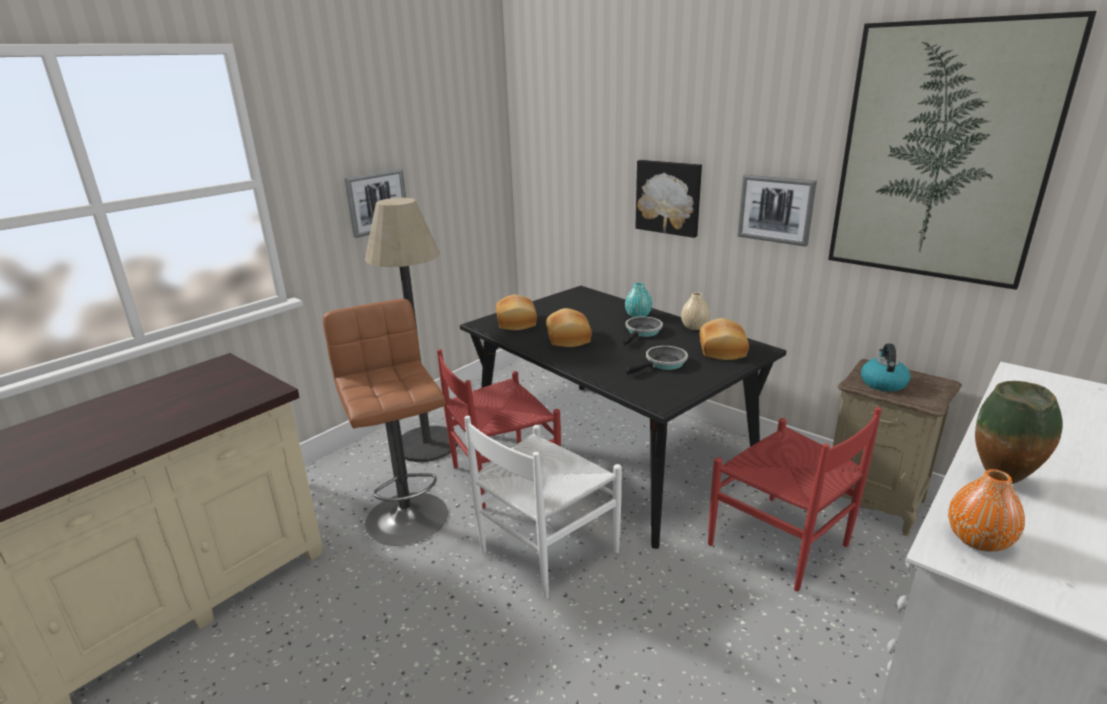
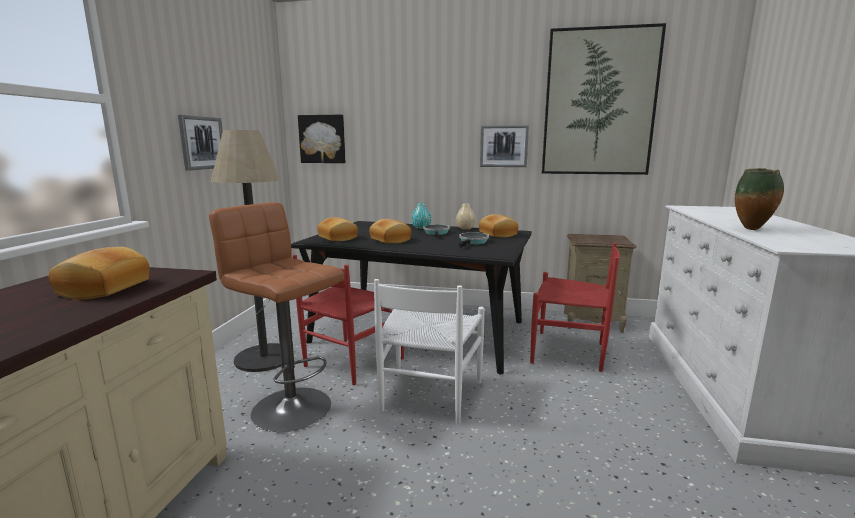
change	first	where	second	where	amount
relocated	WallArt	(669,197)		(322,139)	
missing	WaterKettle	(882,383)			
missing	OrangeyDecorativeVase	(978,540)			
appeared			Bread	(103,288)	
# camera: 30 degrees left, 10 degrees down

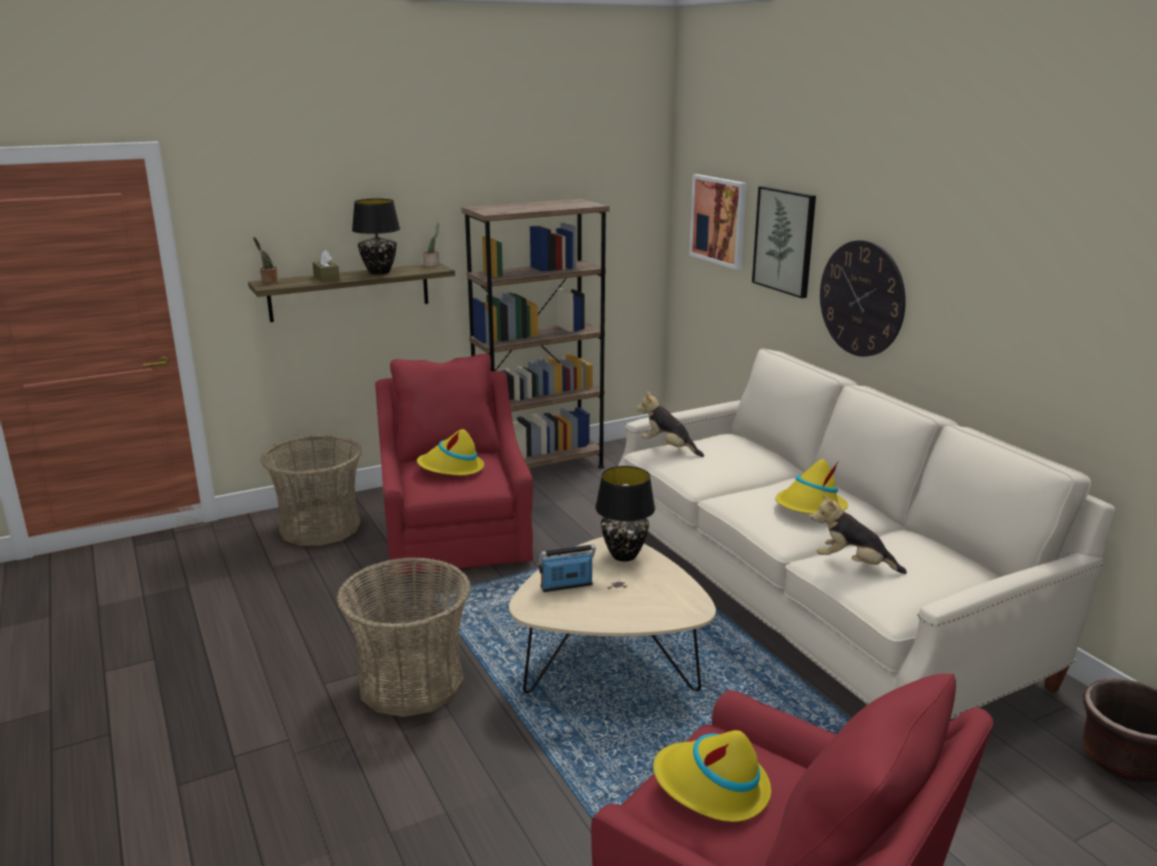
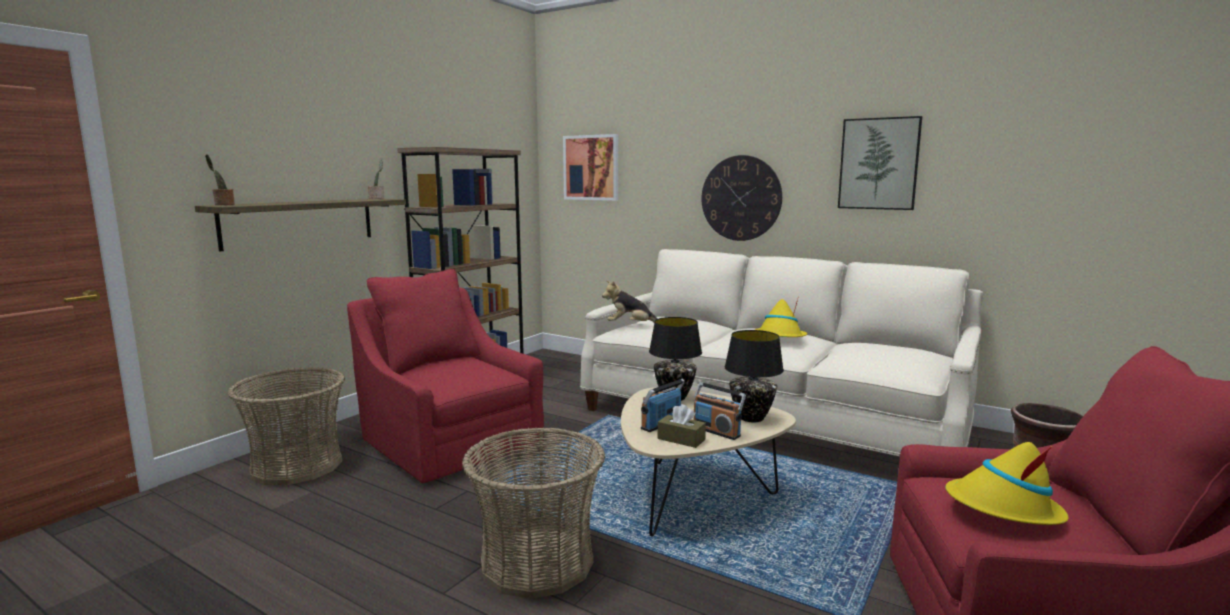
change	first	where	second	where	amount
relocated	WallArt	(785,241)		(878,164)	
relocated	BlackTabletopLamp	(379,272)		(751,418)	
relocated	BrownTissueHolder	(326,278)		(681,439)	
missing	YellowWearableHat	(451,468)			
missing	SoftToy	(853,564)			
appeared			Radio	(716,431)	
# camera: 30 degrees left, 10 degrees down

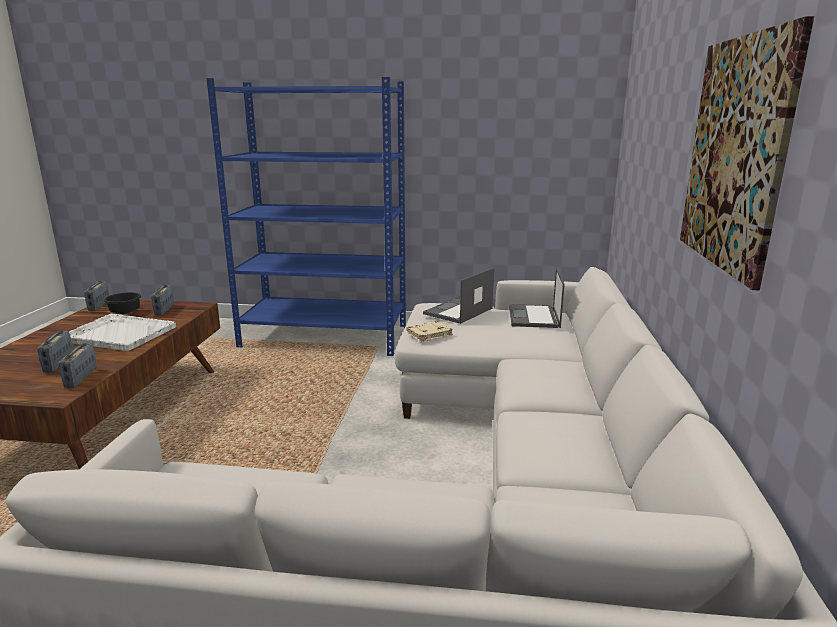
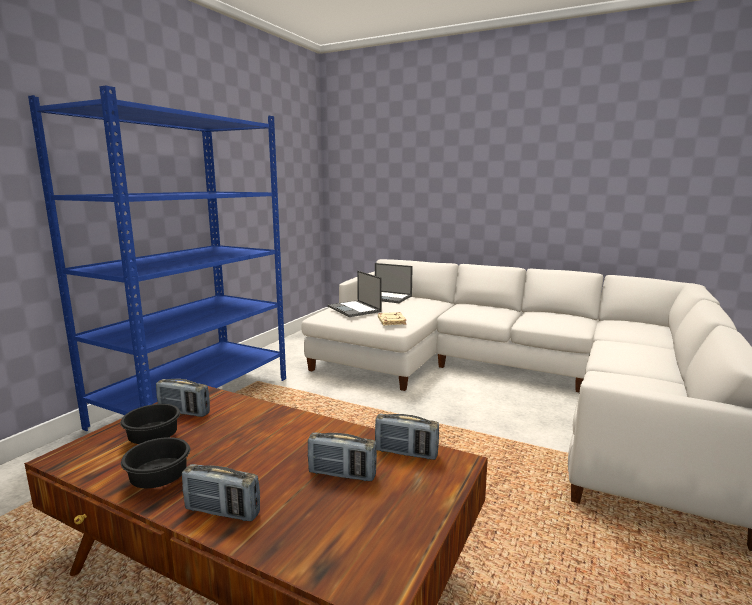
change	first	where	second	where	amount
missing	WallArt	(736,154)			
relocated	Radio	(99,306)		(222,512)	
missing	WhiteColouredCarryingTray	(119,334)			
appeared			BlackServingBowl	(158,479)	
# camera: 70 degrees left, 5 degrees down

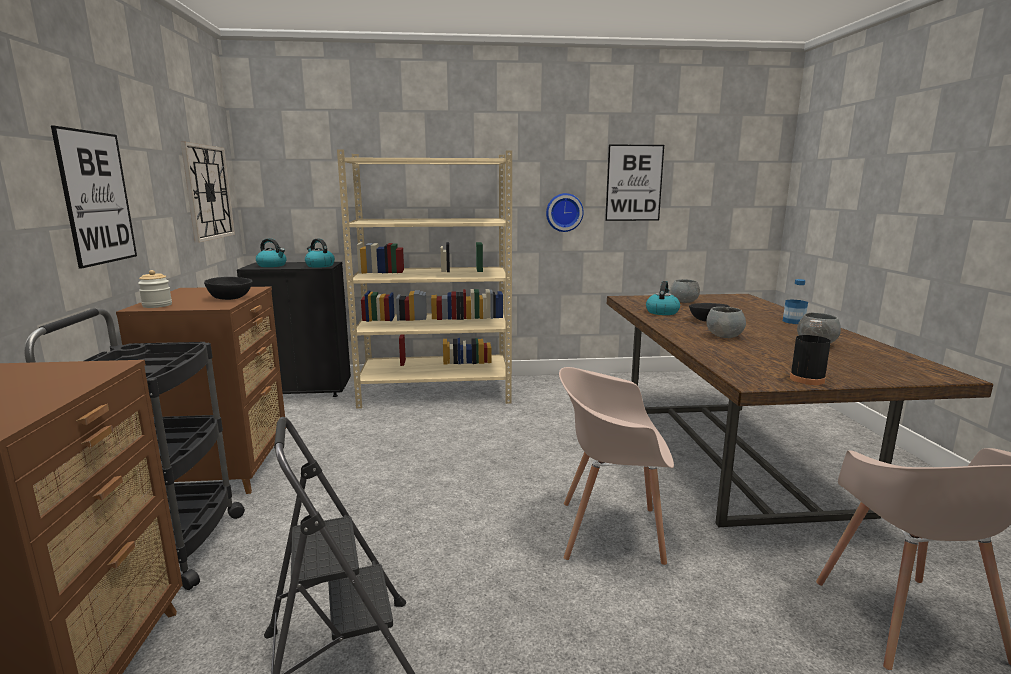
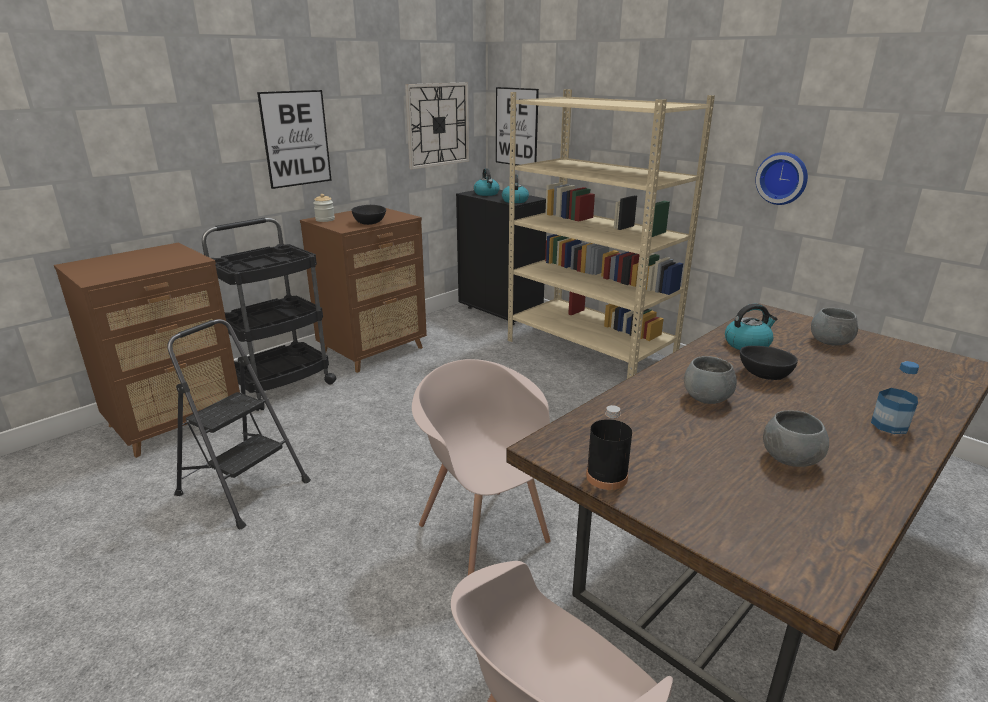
change	first	where	second	where	amount
relocated	WallArt	(634,183)		(516,127)	
# camera: 50 degrees right, 10 degrees up

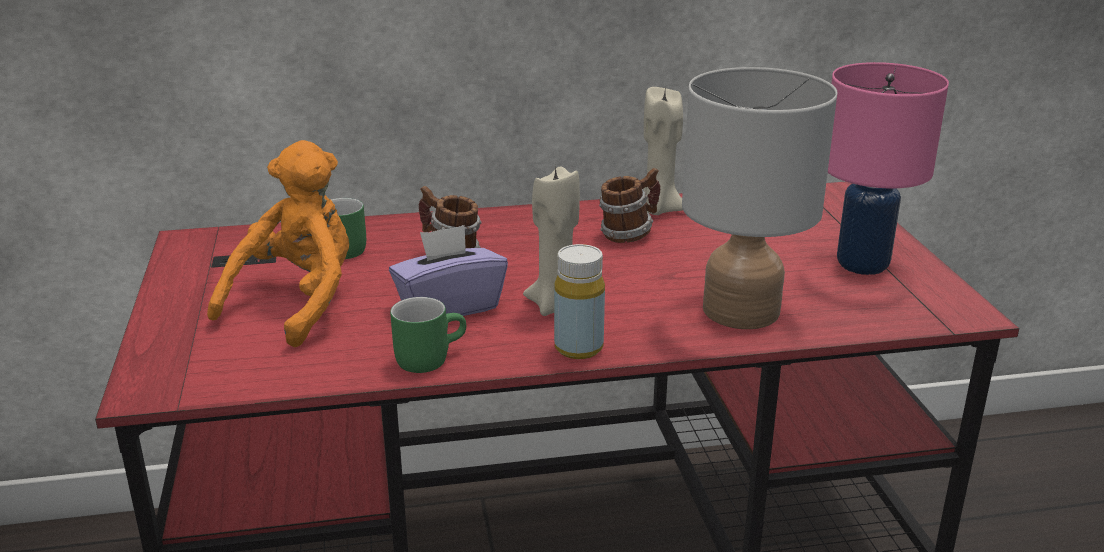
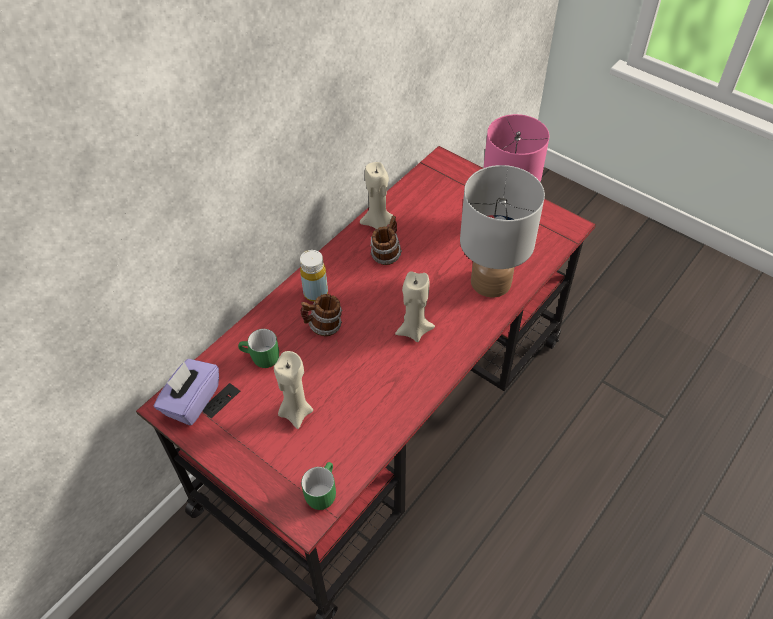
change	first	where	second	where	amount
exchanged	OrangeySoftToy	(298,303)	BeigeWaxLight	(296,412)	
relocated	PurpleTissueHolder	(449,306)		(191,401)	
relocated	YellowDrinkBottle	(578,348)		(315,293)	
relocated	GreenTeaMug	(428,357)		(320,491)	
# camera: 40 degrees left, 25 degrees up

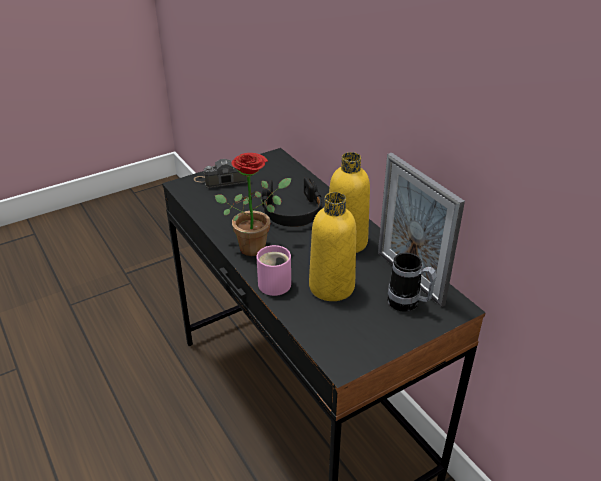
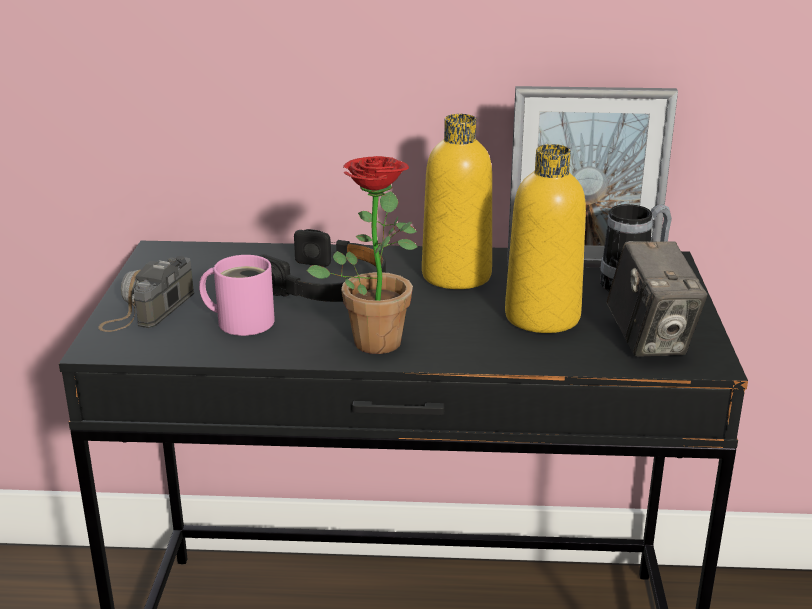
change	first	where	second	where	amount
relocated	PinkTeaMug	(274,282)		(242,321)	
appeared			StillCamera	(649,340)	
# camera: 55 degrees left, 10 degrees down

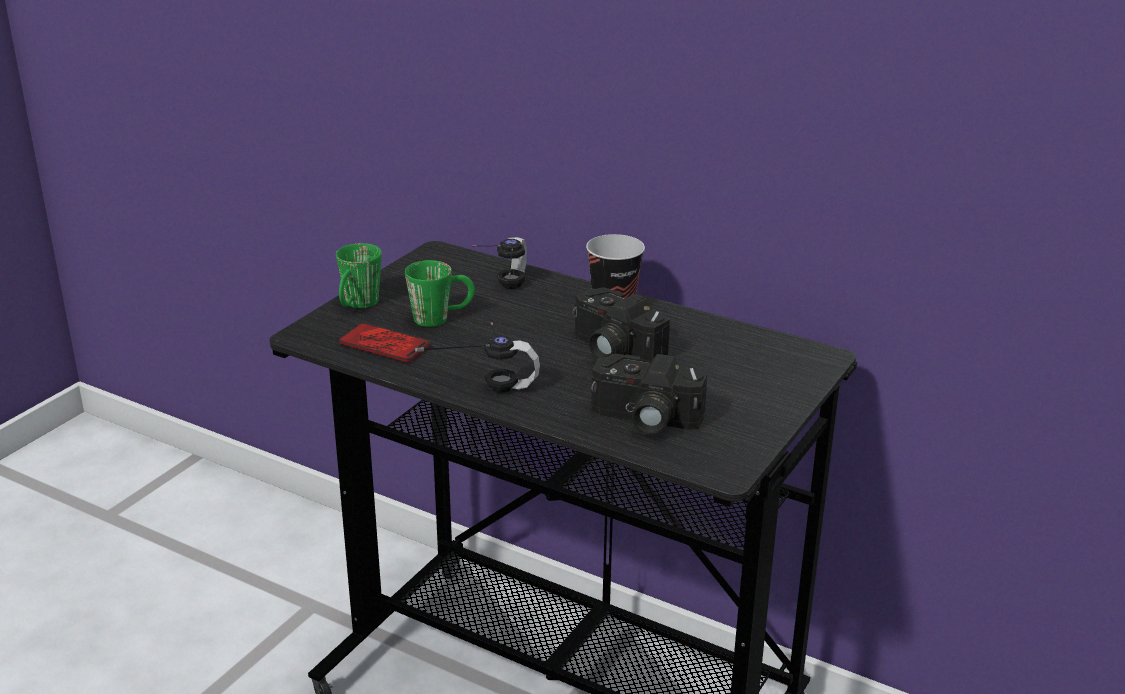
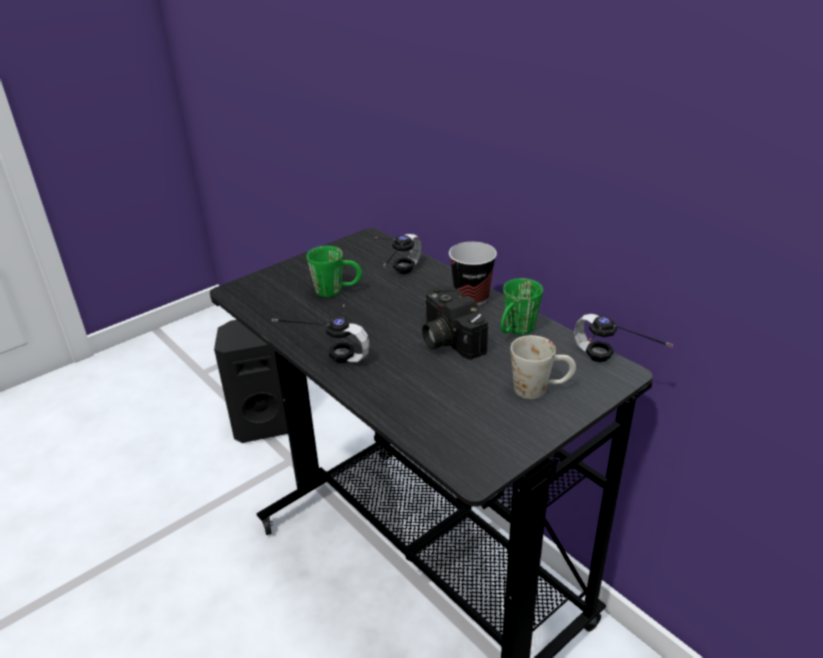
change	first	where	second	where	amount
relocated	GreenTeaMug	(357,306)		(516,332)	
missing	Phone	(384,344)			
missing	StillCamera	(644,420)			
appeared			PairOfHeadphones	(607,368)	
appeared			BlackSpeaker	(264,423)	
appeared			WhiteColouredTeaMug	(540,389)	
# camera: 20 degrees right, 5 degrees up

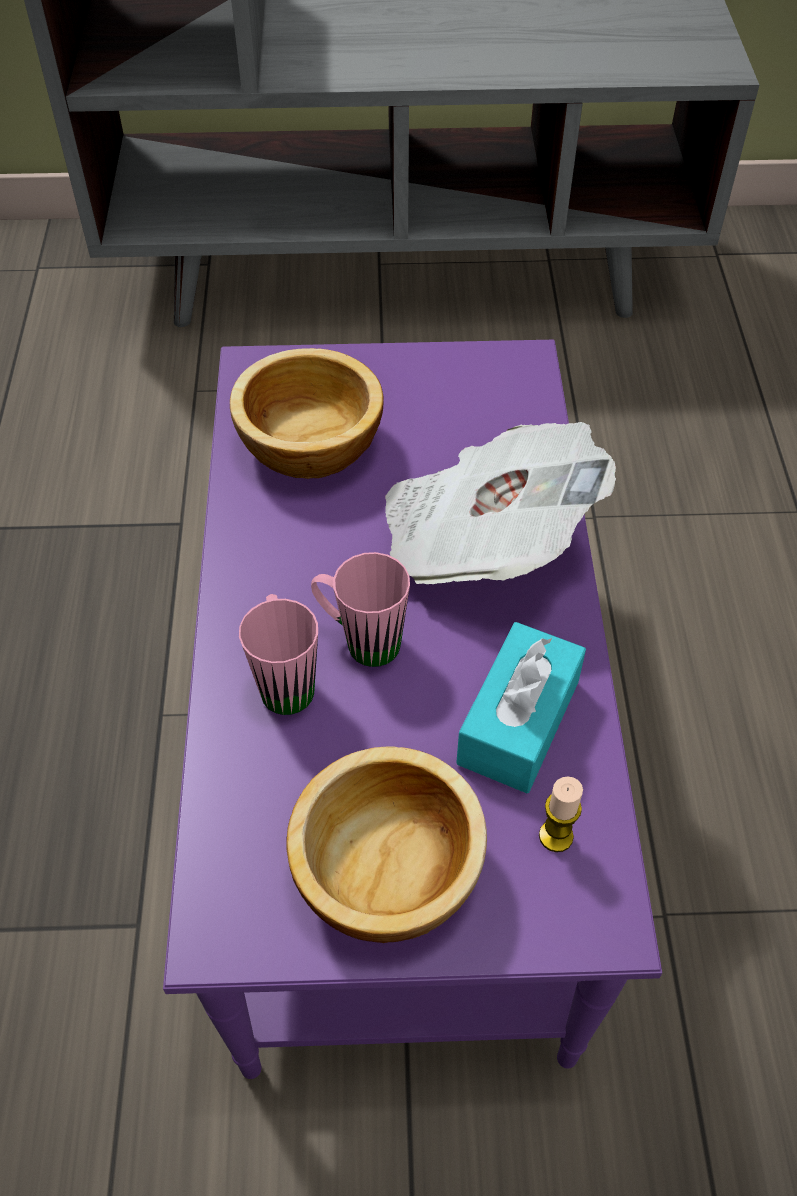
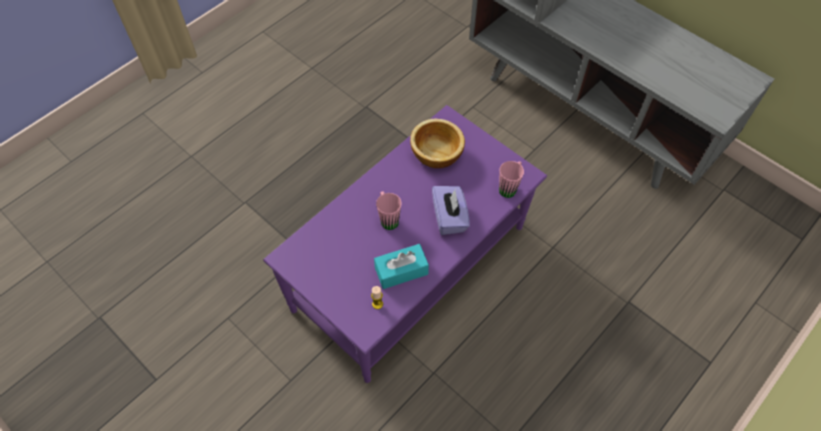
change	first	where	second	where	amount
exchanged	PrintedPaper	(482,540)	PurpleTissueHolder	(449,218)	
relocated	PinkTeaMug	(285,679)		(509,187)	
missing	ServingBowl	(387,866)			
# camera: 45 degrees right, 5 degrees up

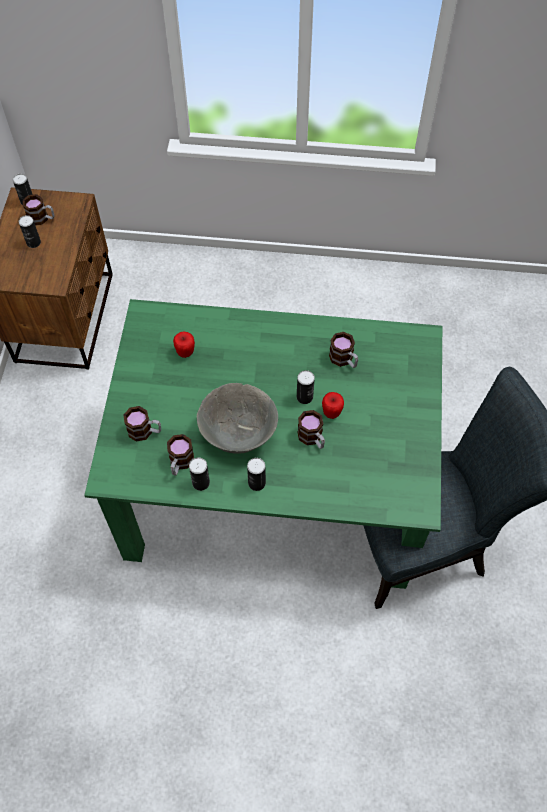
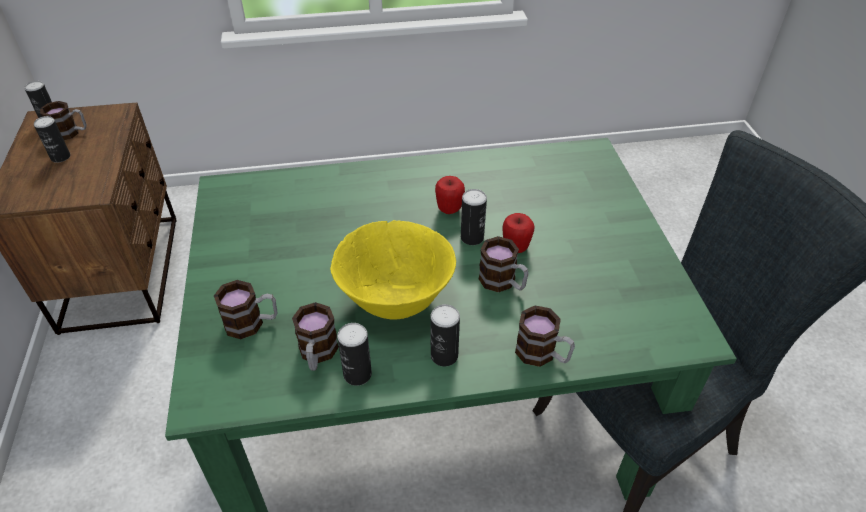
change	first	where	second	where	amount
relocated	WholeApple	(185,352)		(449,209)	
relocated	TeaMug	(344,360)		(542,354)	
colour	GreyServingBowl	(238,435)	YellowServingBowl	(395,299)	
# camera: 15 degrees left, 15 degrees down

